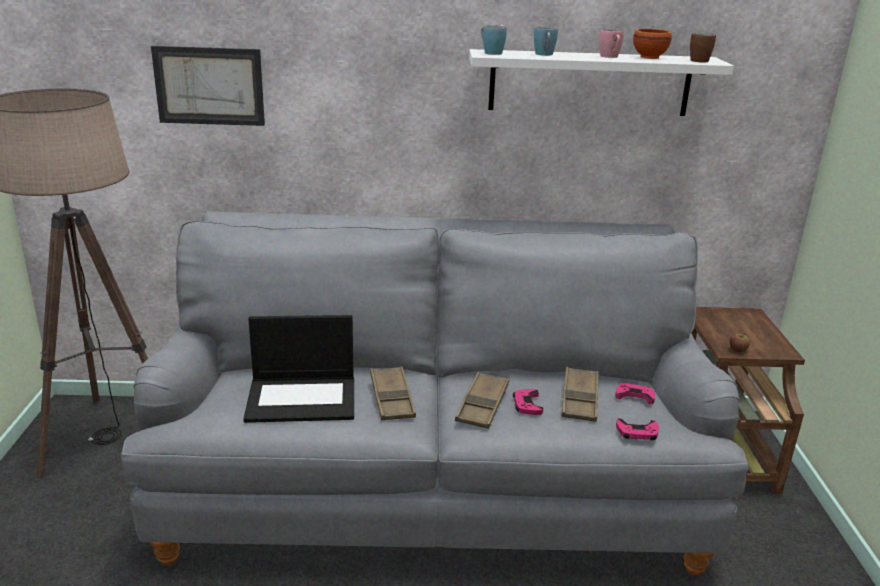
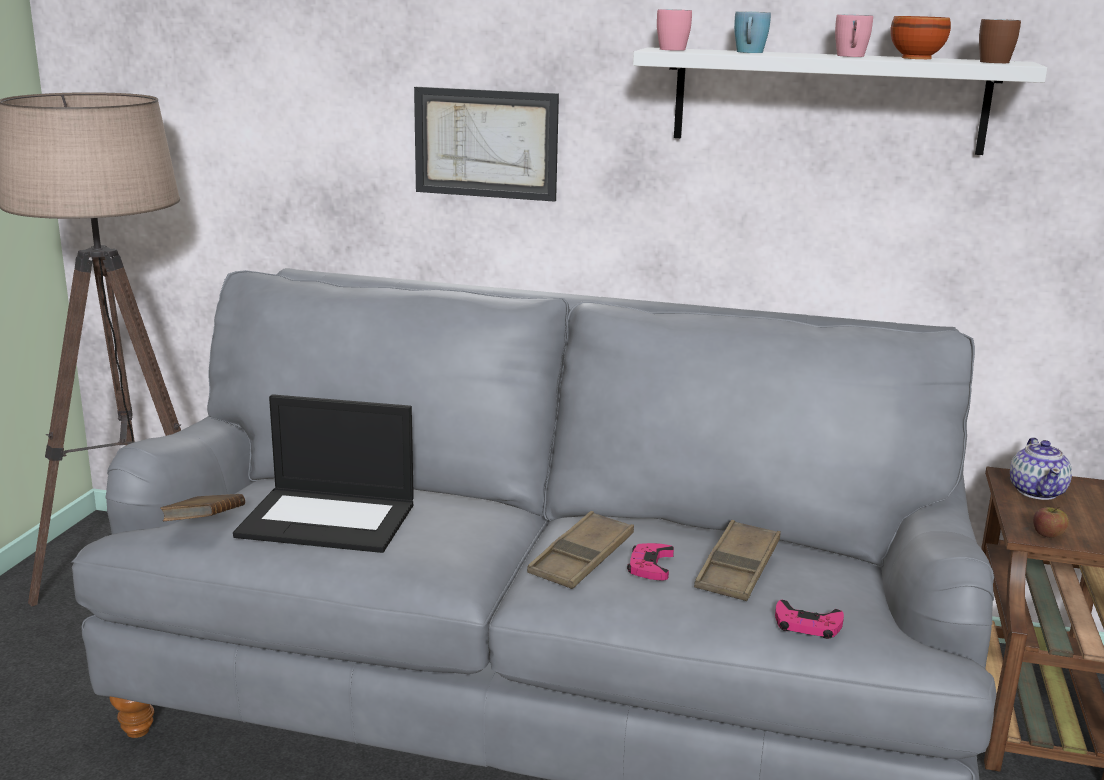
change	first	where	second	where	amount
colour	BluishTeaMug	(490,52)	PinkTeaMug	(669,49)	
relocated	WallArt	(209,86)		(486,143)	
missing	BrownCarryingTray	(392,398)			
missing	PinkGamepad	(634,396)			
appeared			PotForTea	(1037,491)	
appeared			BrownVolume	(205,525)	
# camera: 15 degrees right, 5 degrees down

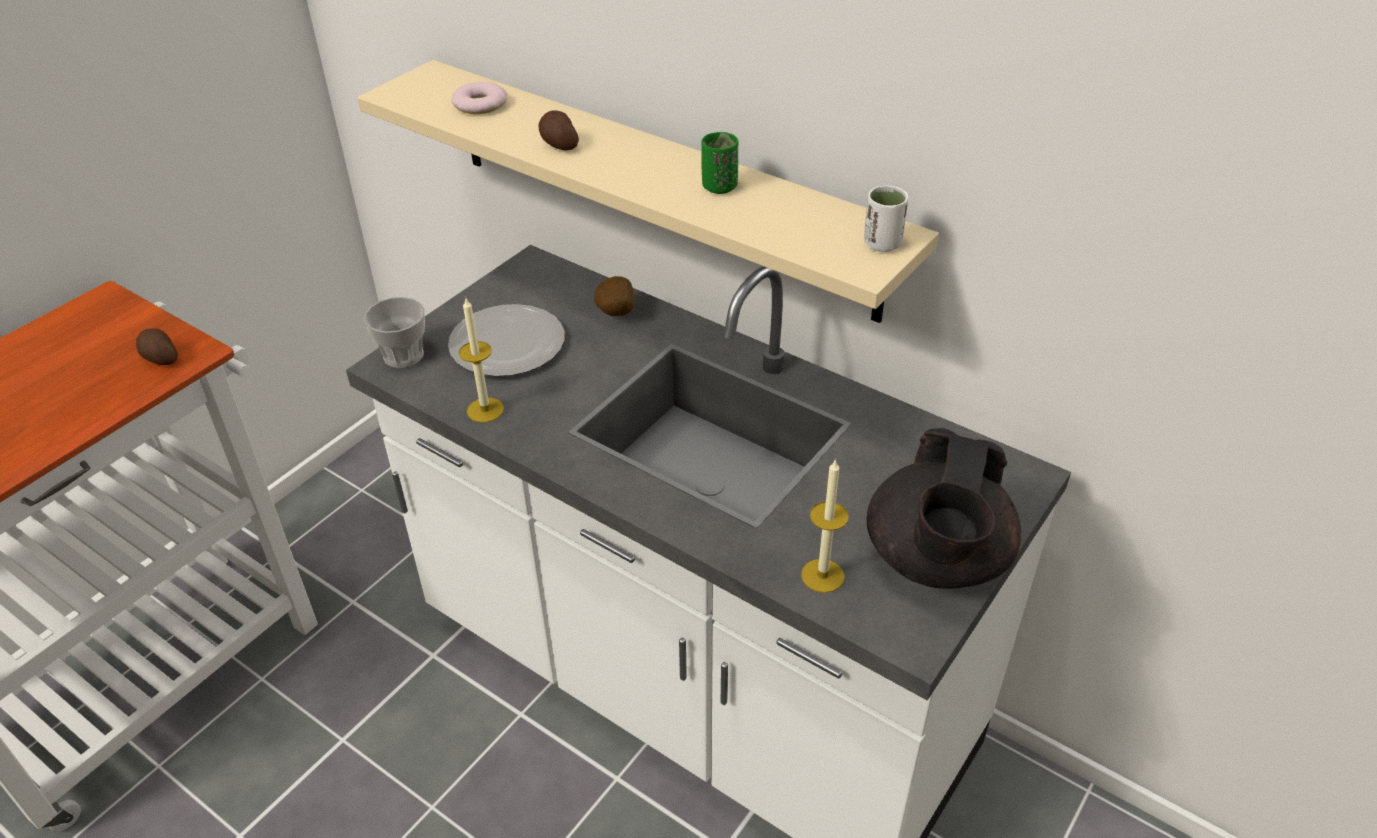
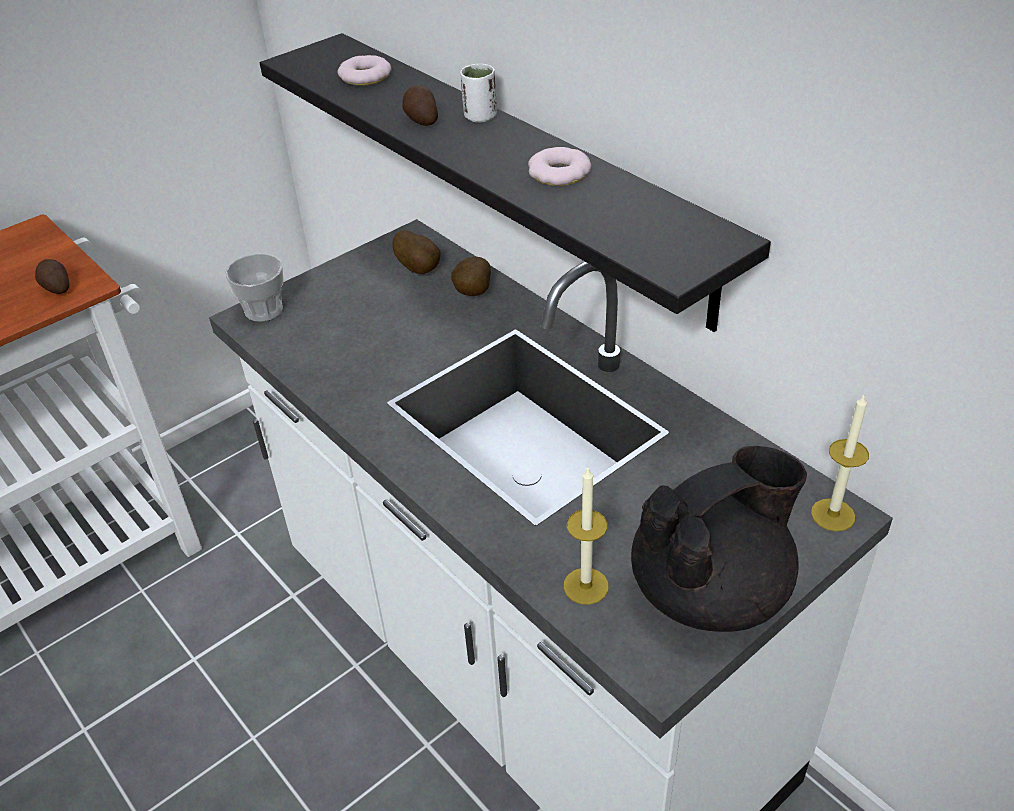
change	first	where	second	where	amount
colour	BeigeWallShelf	(657,186)	BlackWallShelf	(520,170)	
exchanged	GreenCup	(719,187)	Doughnut	(559,174)	
relocated	WhiteColouredCup	(882,244)		(480,117)	
relocated	WaxLight	(485,410)		(832,515)	
missing	FlatDish	(507,345)			
spun	BlackPotForTea	(936,560)		(711,590)	150 degrees counterclockwise
appeared			WholePotato	(419,268)	
# camera: 15 degrees right, 0 degrees up

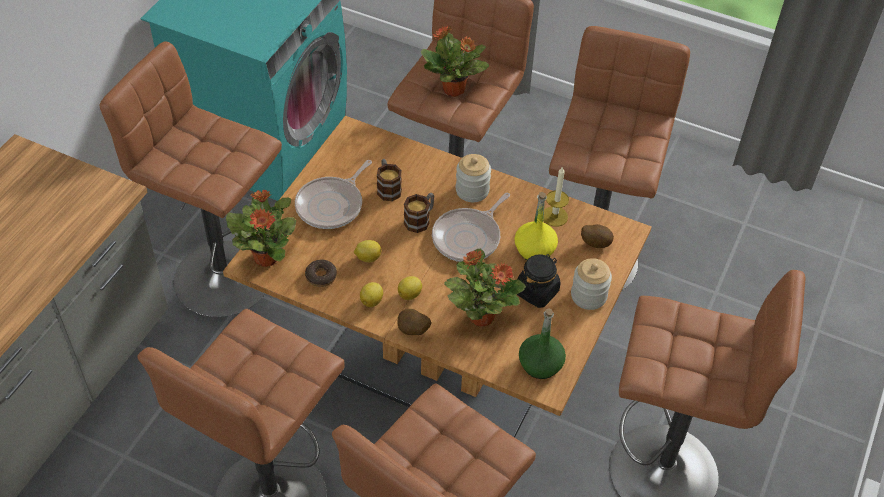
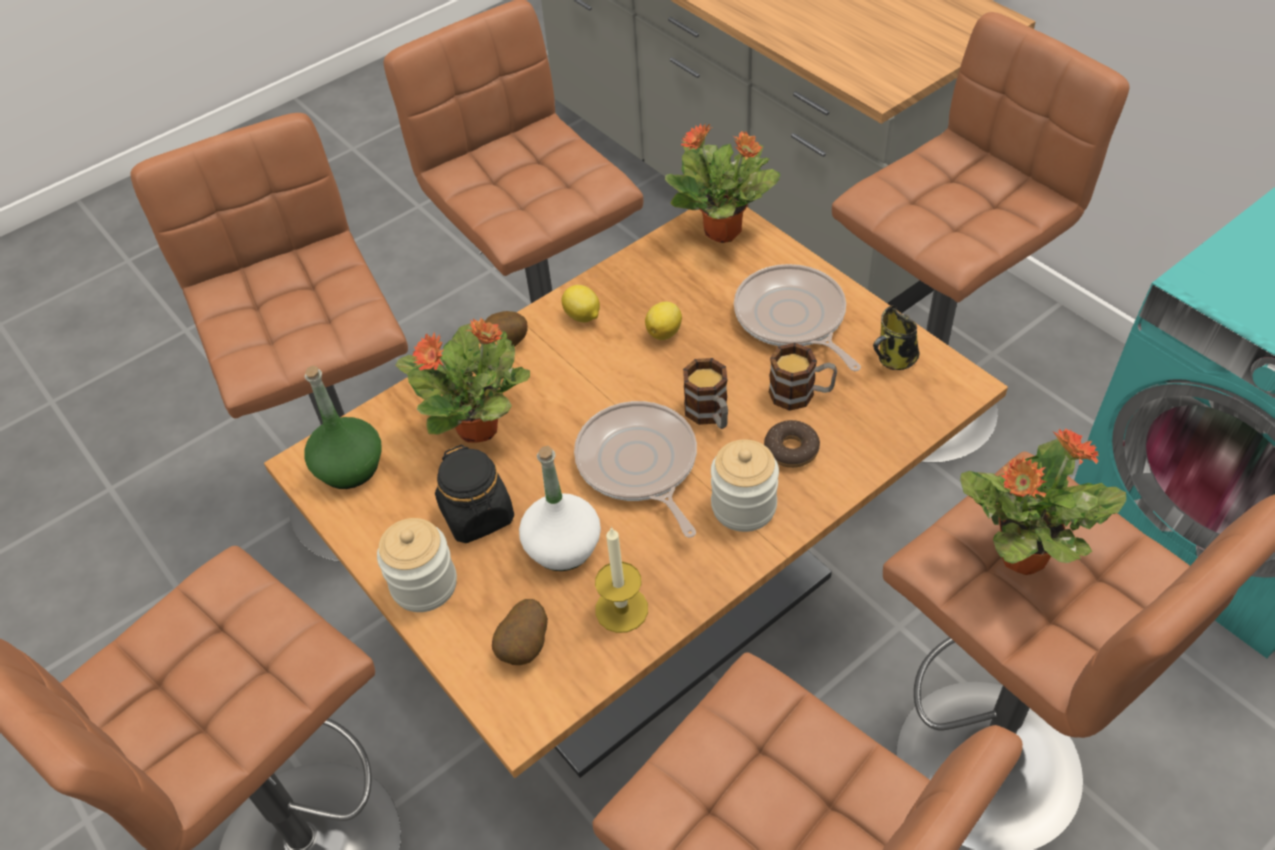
change	first	where	second	where	amount
colour	YellowDrinkBottle	(535,250)	WhiteColouredDrinkBottle	(562,547)	
relocated	Doughnut	(321,276)		(791,449)	
missing	WholeLemon	(410,294)			
appeared			TeaMug	(894,359)	
# camera: 120 degrees right, 0 degrees up

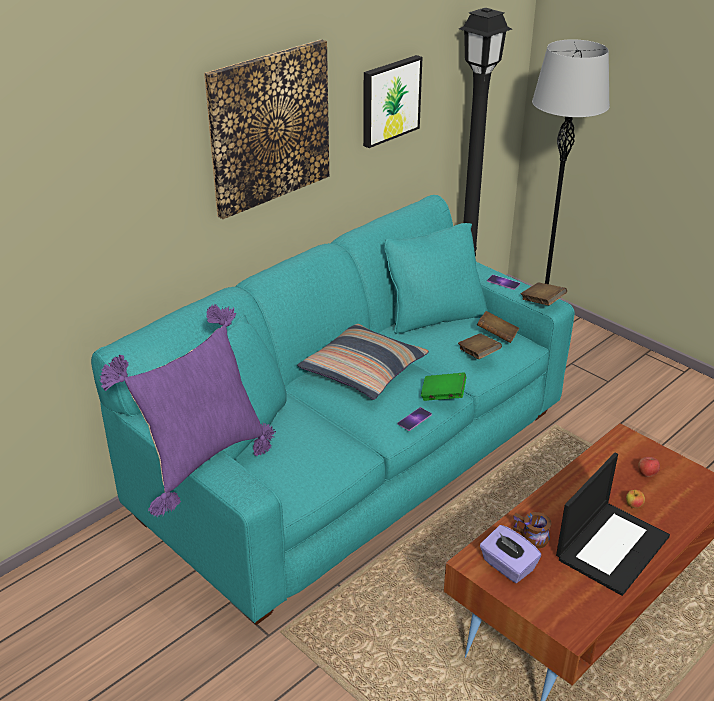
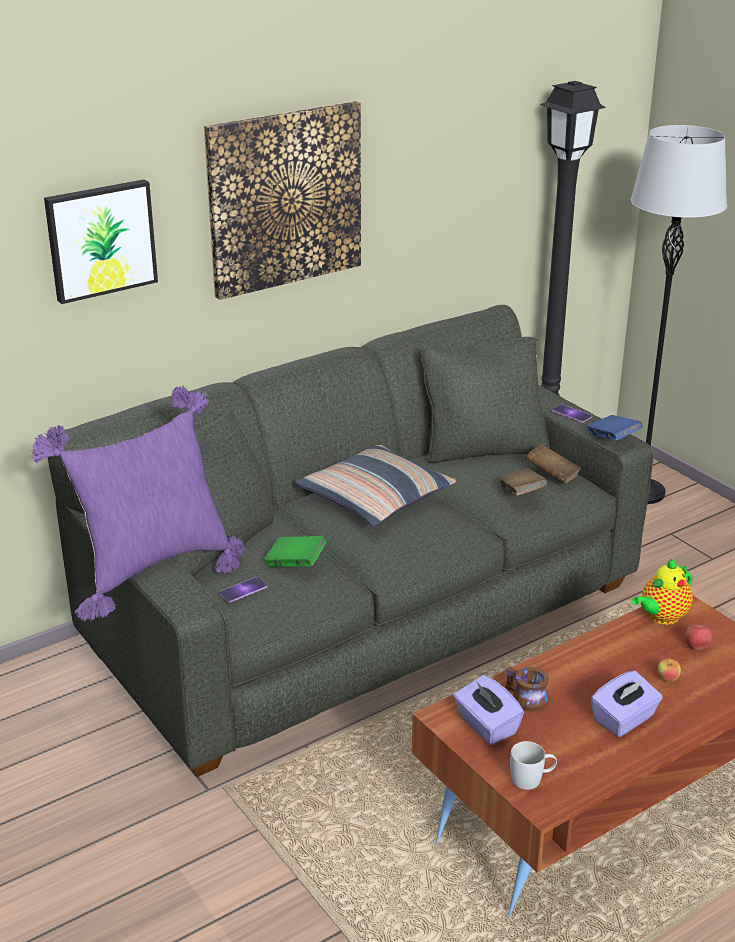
change	first	where	second	where	amount
relocated	WallArt	(389,100)		(100,239)	
colour	BlueGreenSettee	(356,462)	GreySettee	(366,617)	
colour	BrownVolume	(542,302)	BluishVolume	(612,439)	
relocated	GreenVolume	(443,395)		(295,563)	
relocated	Phone	(414,419)		(243,590)	
exchanged	PortableComputer	(612,546)	PurpleTissueHolder	(624,720)	
appeared			PotForTea	(661,617)	
appeared			WhiteColouredTeaMug	(532,779)	
# camera: 10 degrees right, 5 degrees down

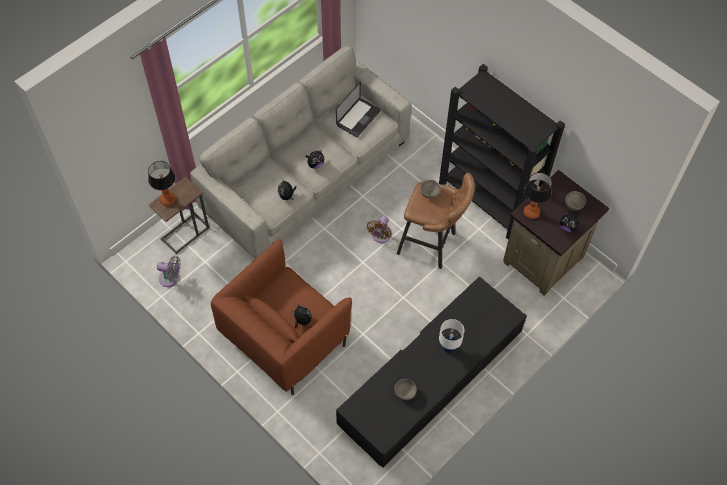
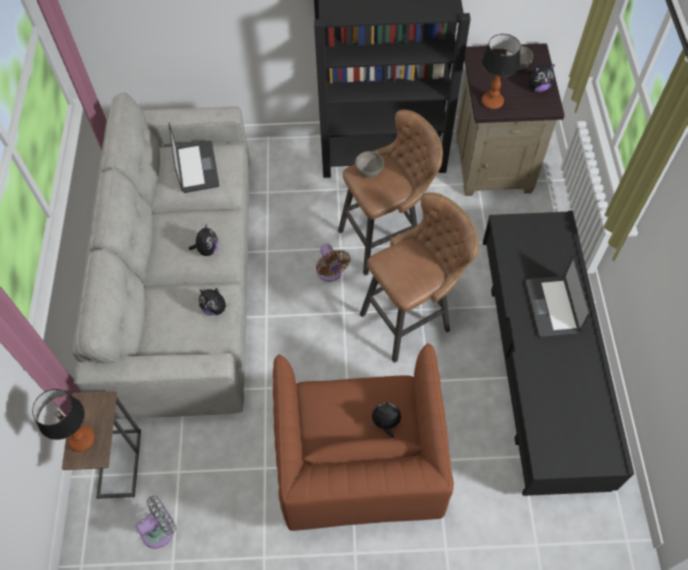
change	first	where	second	where	amount
exchanged	WhiteColouredTabletopLamp	(448,349)	PortableComputer	(551,307)	
missing	GreyServingBowl	(405,393)			
appeared			BrownSittingStool	(413,317)	
# camera: 45 degrees left, 0 degrees up

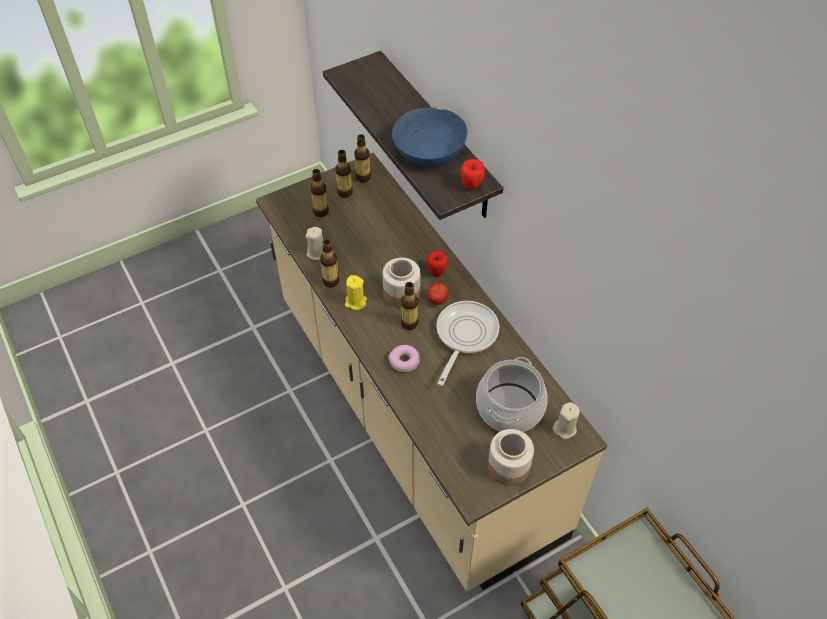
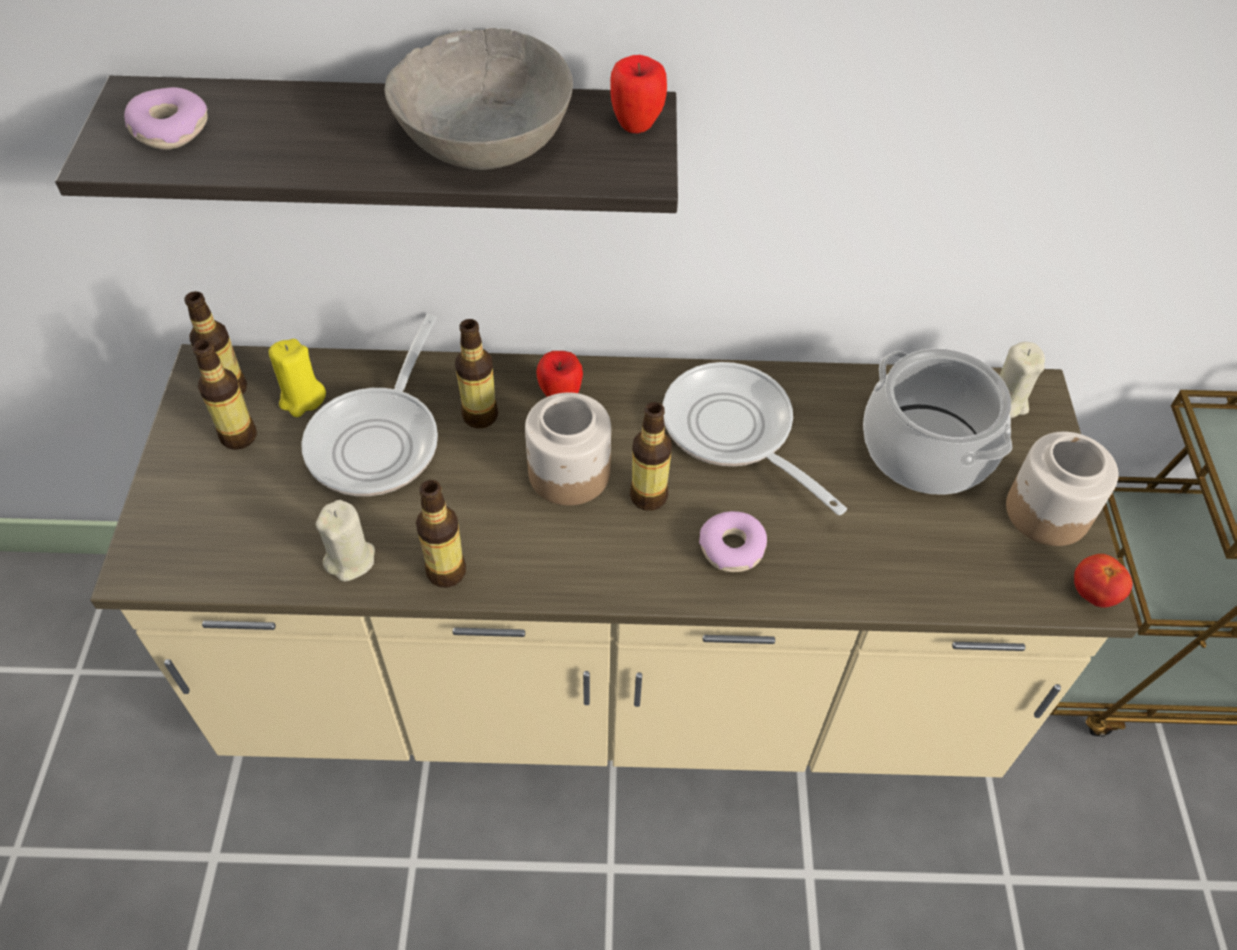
change	first	where	second	where	amount
colour	BluishServingBowl	(428,151)	GreyServingBowl	(484,137)	
relocated	DrinkBottle	(321,212)		(480,415)	
relocated	YellowWaxLight	(355,302)		(302,399)	
relocated	WholeTomato	(437,300)		(1093,594)	
appeared			Doughnut	(170,129)	
appeared			Skillet	(379,439)	
# camera: 60 degrees left, 0 degrees up

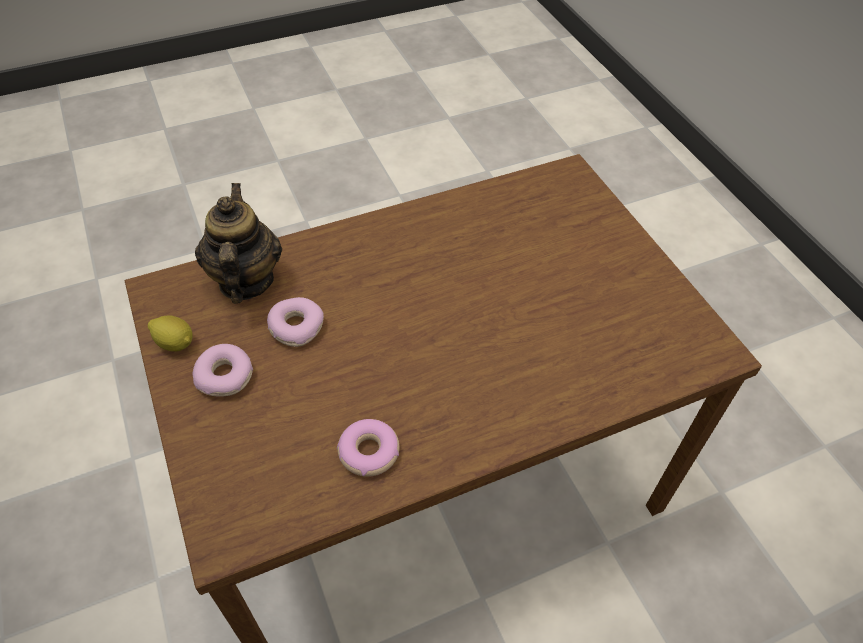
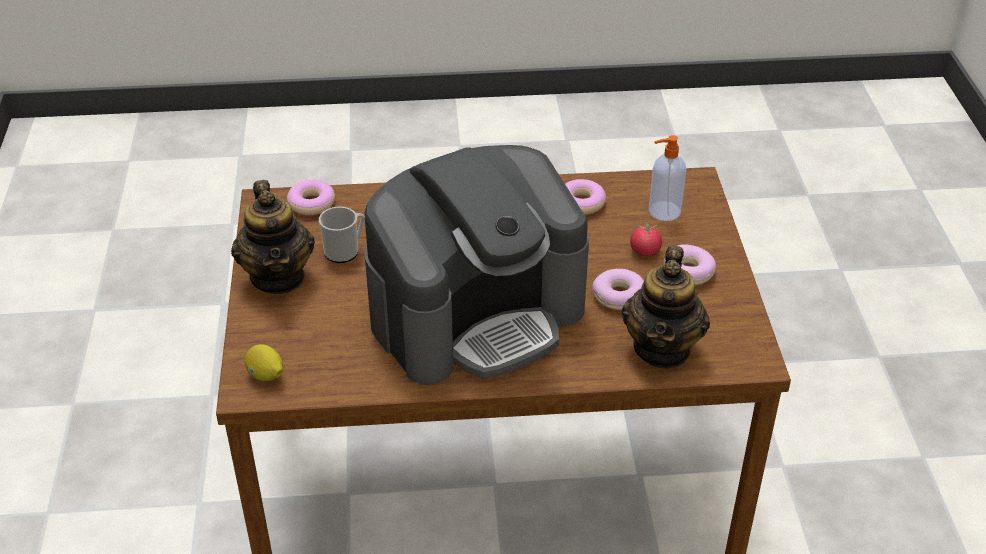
change	first	where	second	where	amount
relocated	WholeLemon	(175,343)		(266,376)	
appeared			LiquidSoapBottle	(663,211)	
appeared			CoffeeMaker	(477,314)	
appeared			PotForTea	(278,277)	
appeared			Doughnut	(312,203)	
appeared			TeaMug	(345,251)	
appeared			WholeTomato	(645,251)	
# camera: 160 degrees left, 10 degrees down

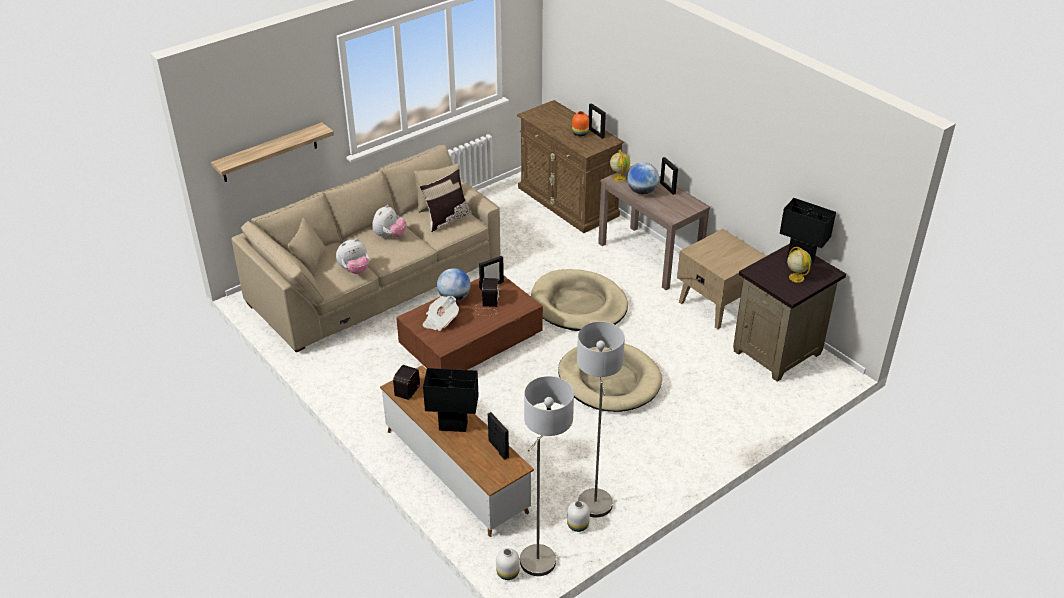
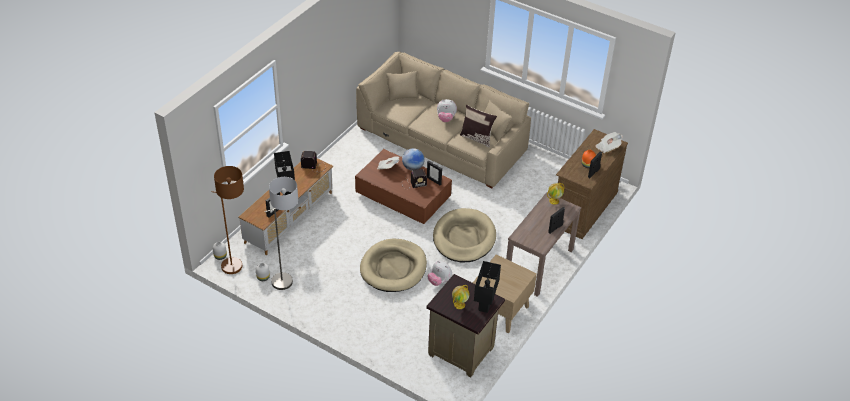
change	first	where	second	where	amount
missing	WallShelf	(269,153)			
missing	WorldGlobe	(642,191)			
relocated	SoftToy	(355,270)		(439,281)	
colour	GreyStandingLamp	(543,554)	BrownStandingLamp	(238,267)	
appeared			PrintedPaper	(608,147)	
# camera: 70 degrees right, 5 degrees up

